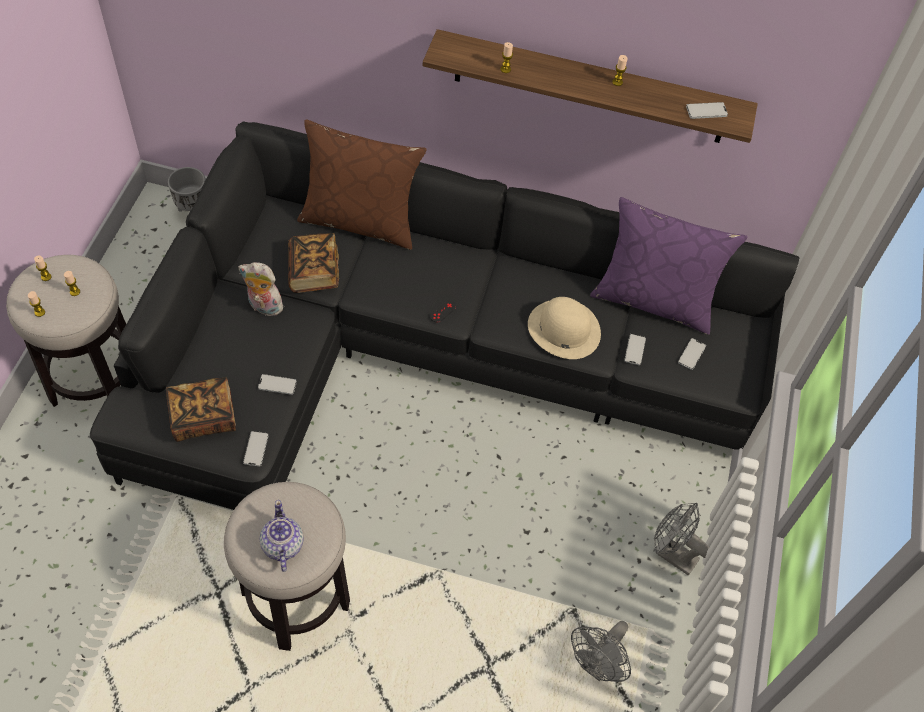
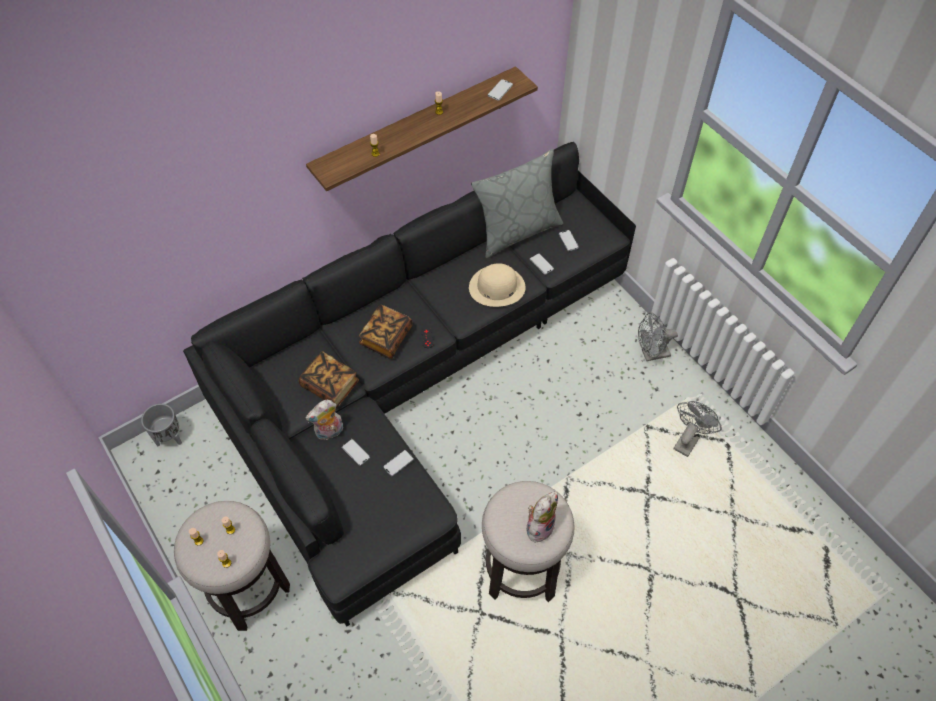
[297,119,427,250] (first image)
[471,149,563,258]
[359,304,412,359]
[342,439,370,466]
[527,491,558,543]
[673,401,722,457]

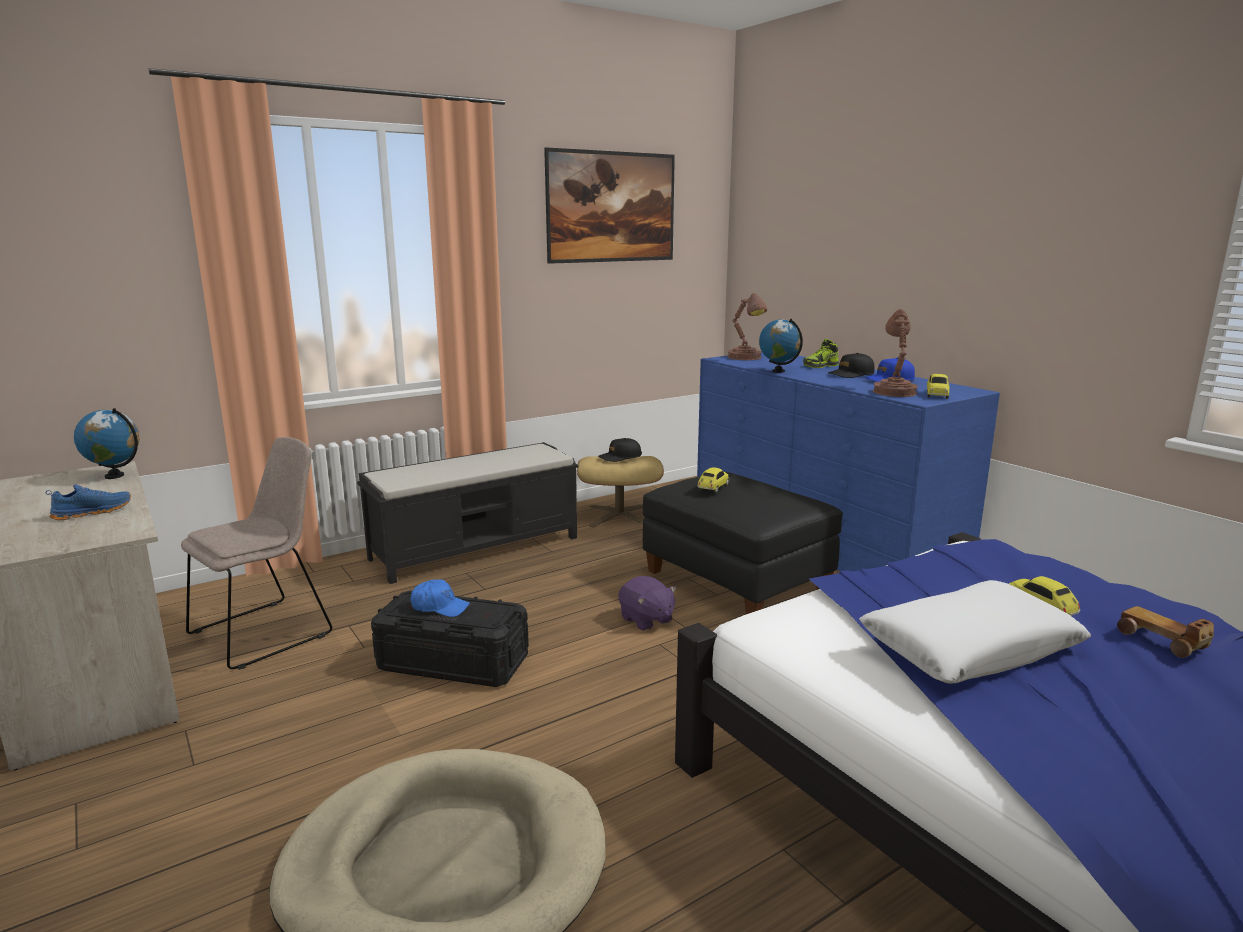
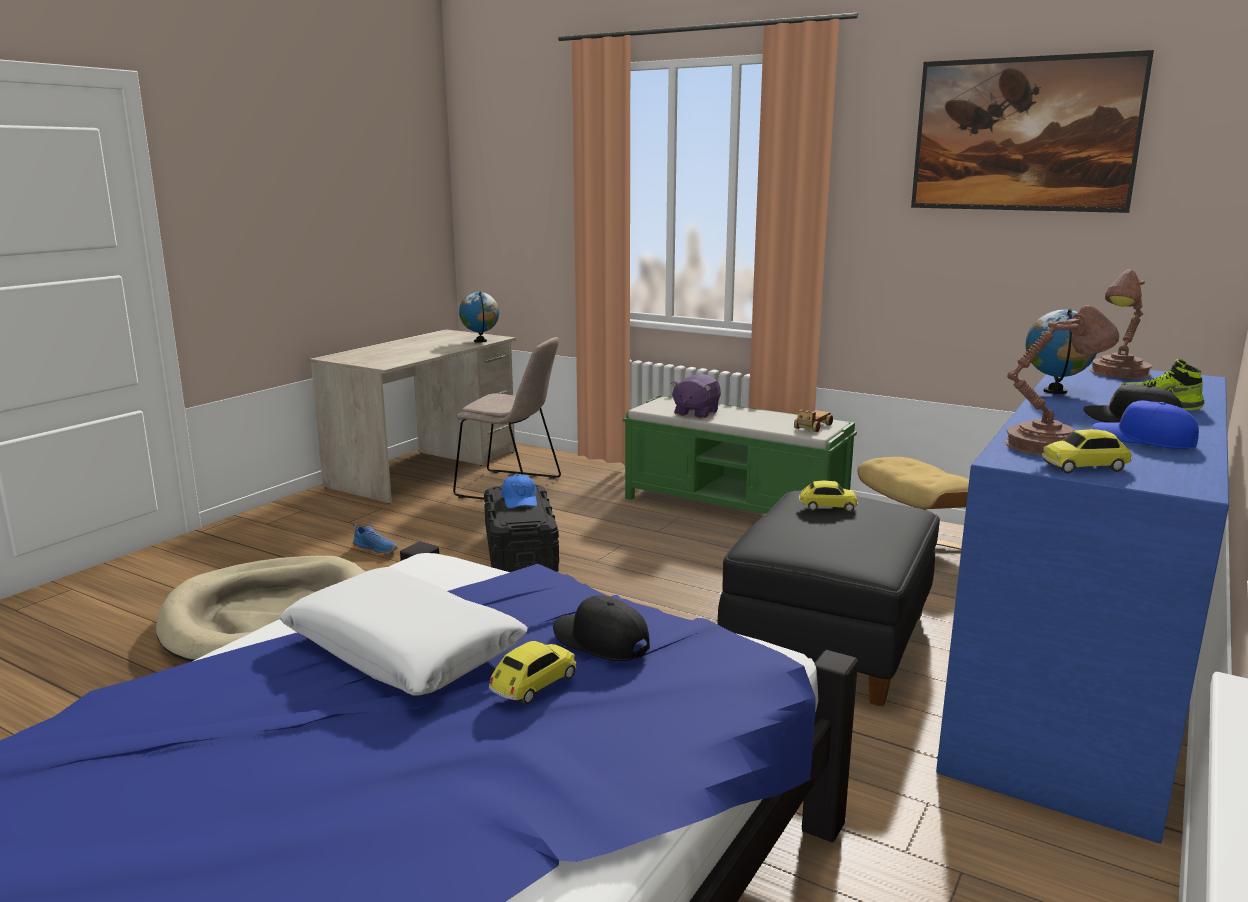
[553,595,650,661]
[623,395,857,514]
[352,524,398,556]
[671,374,721,419]
[794,410,833,432]

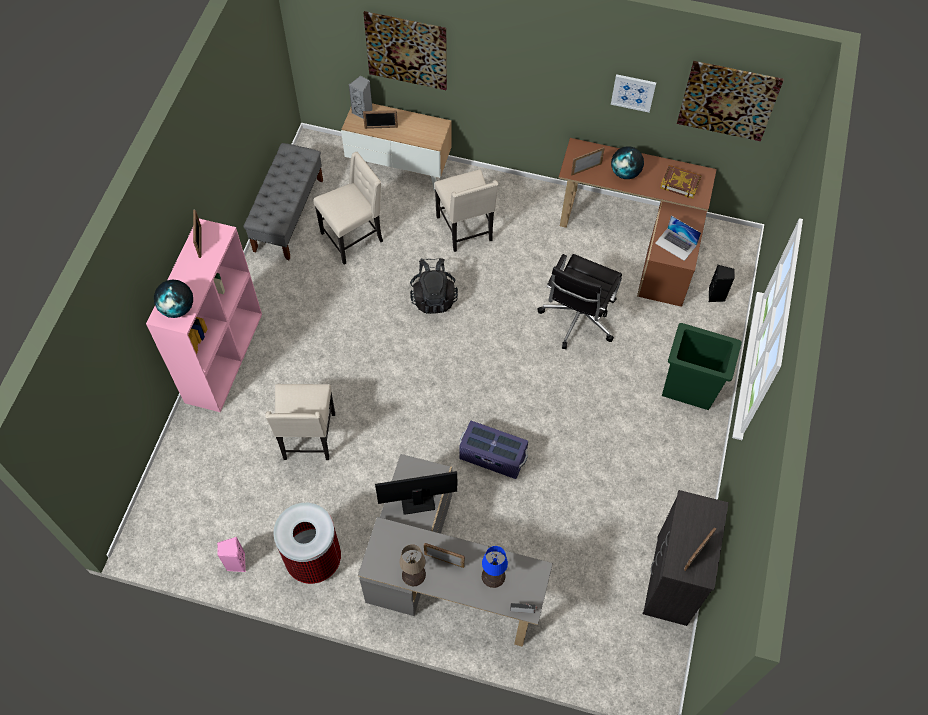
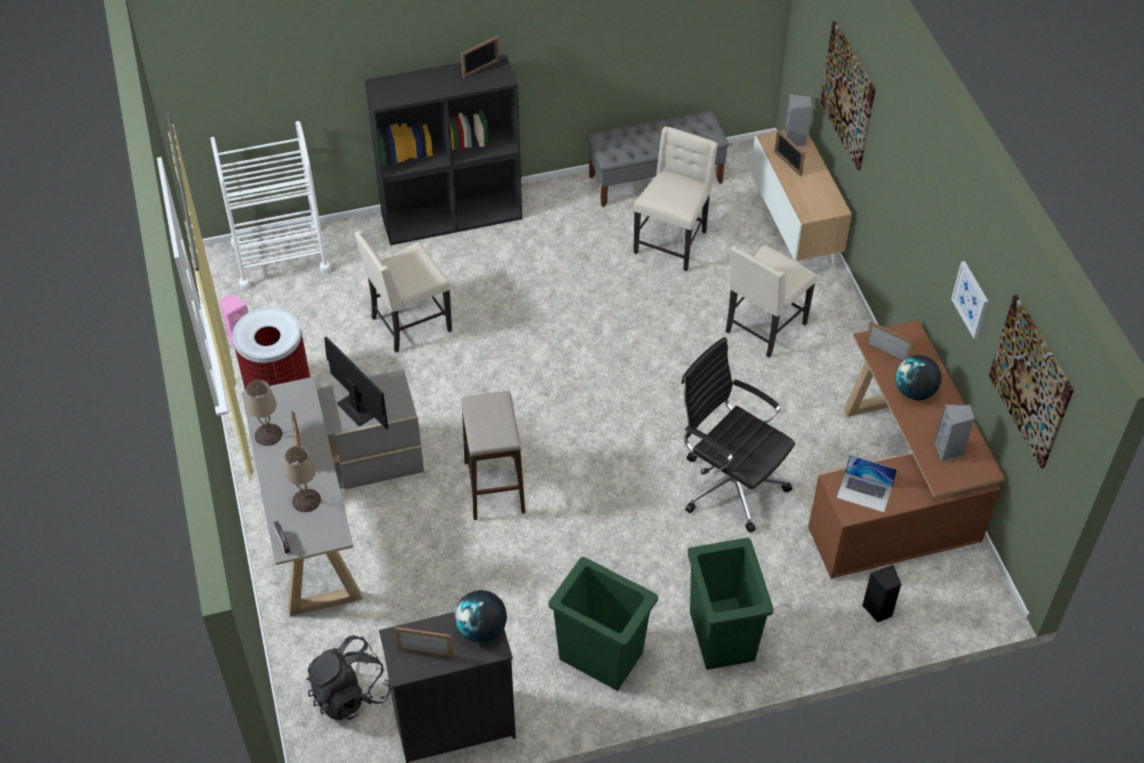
[634,126,718,271]
[935,404,975,462]
[837,455,897,512]
[365,55,522,245]
[681,337,795,533]
[306,636,391,720]
[455,590,507,643]
[461,391,525,520]
[285,446,321,512]
[211,121,331,290]
[549,557,658,691]

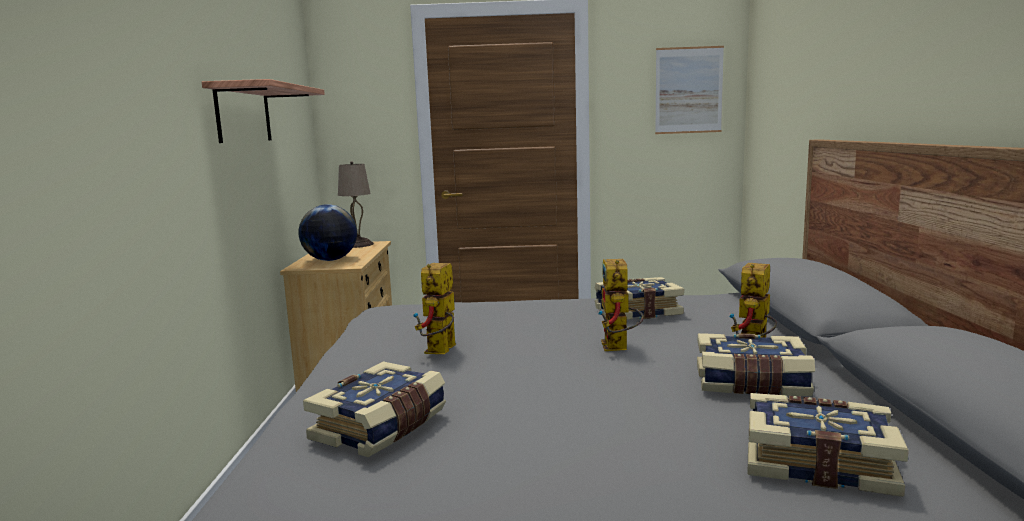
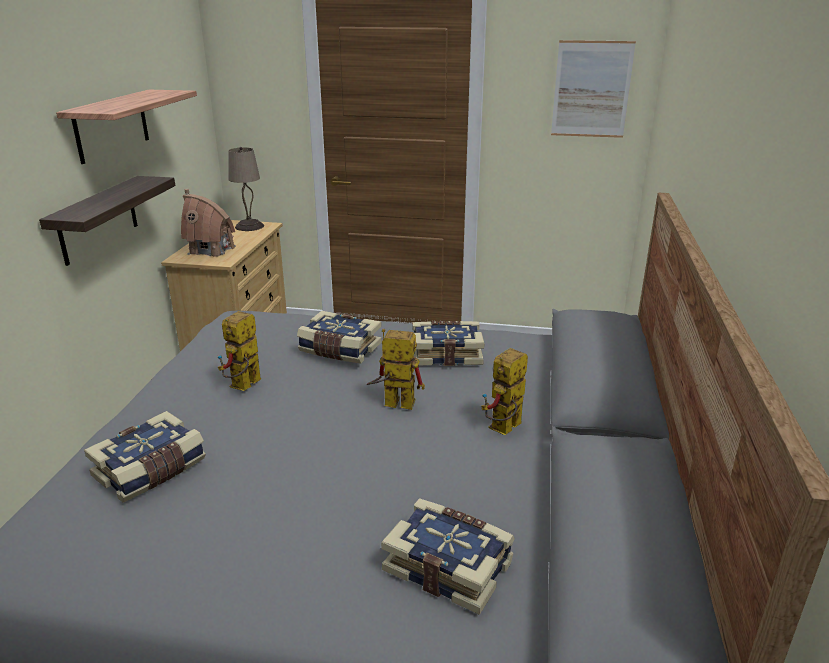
[181,189,236,257]
[367,329,425,410]
[297,311,382,364]
[39,176,175,266]

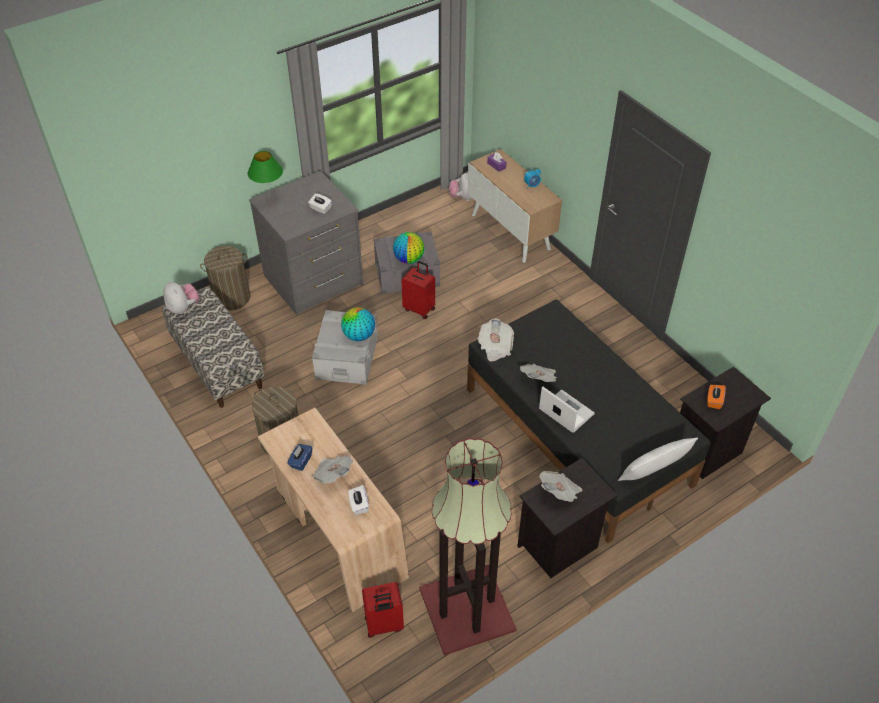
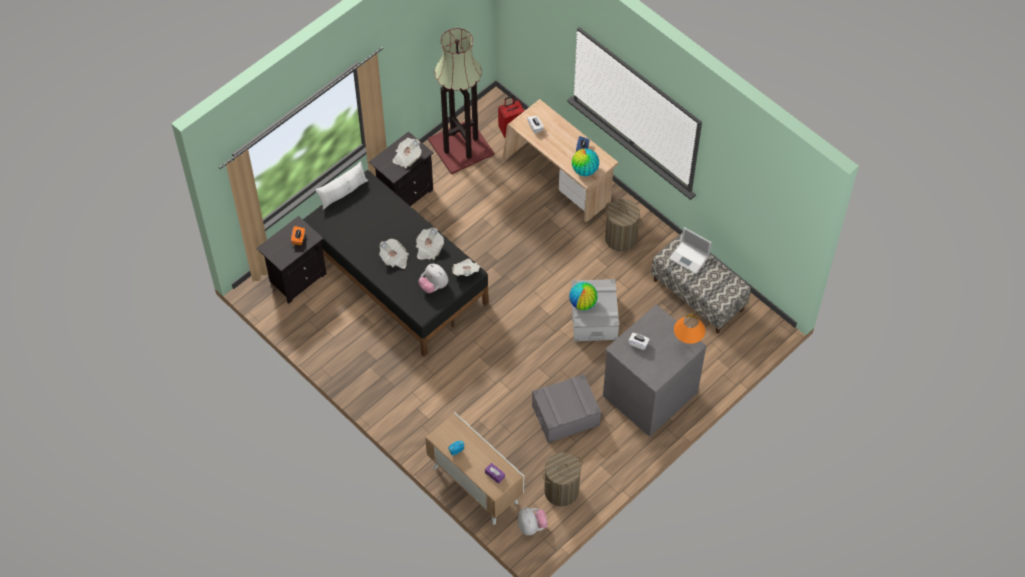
[674,314,705,345]
[572,149,599,176]
[542,453,583,506]
[401,261,435,319] (first image)
[419,264,448,293]
[669,227,712,274]
[379,239,409,269]

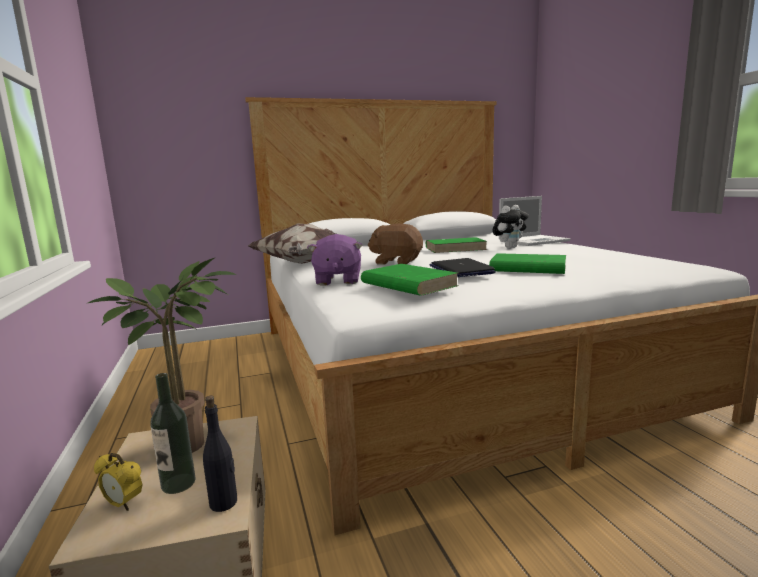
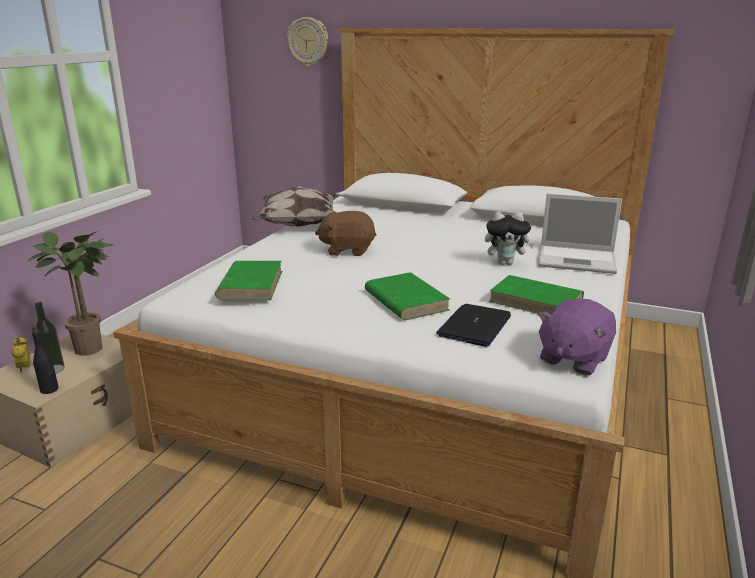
[315,211,376,256]
[538,298,616,375]
[489,275,584,315]
[436,304,511,347]
[287,17,328,66]

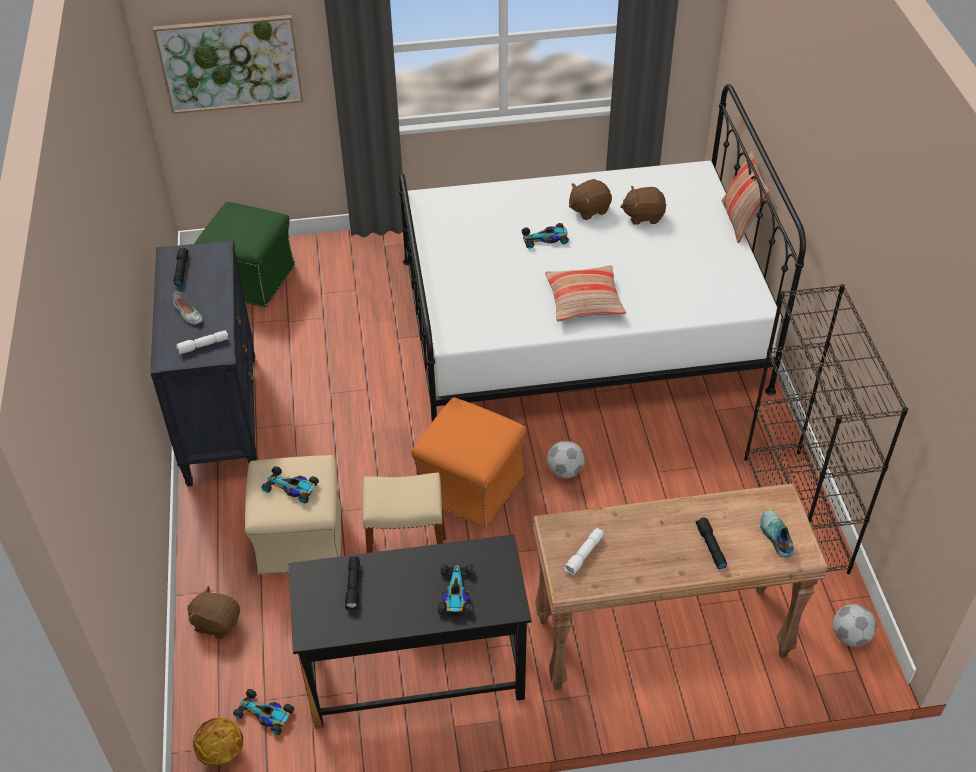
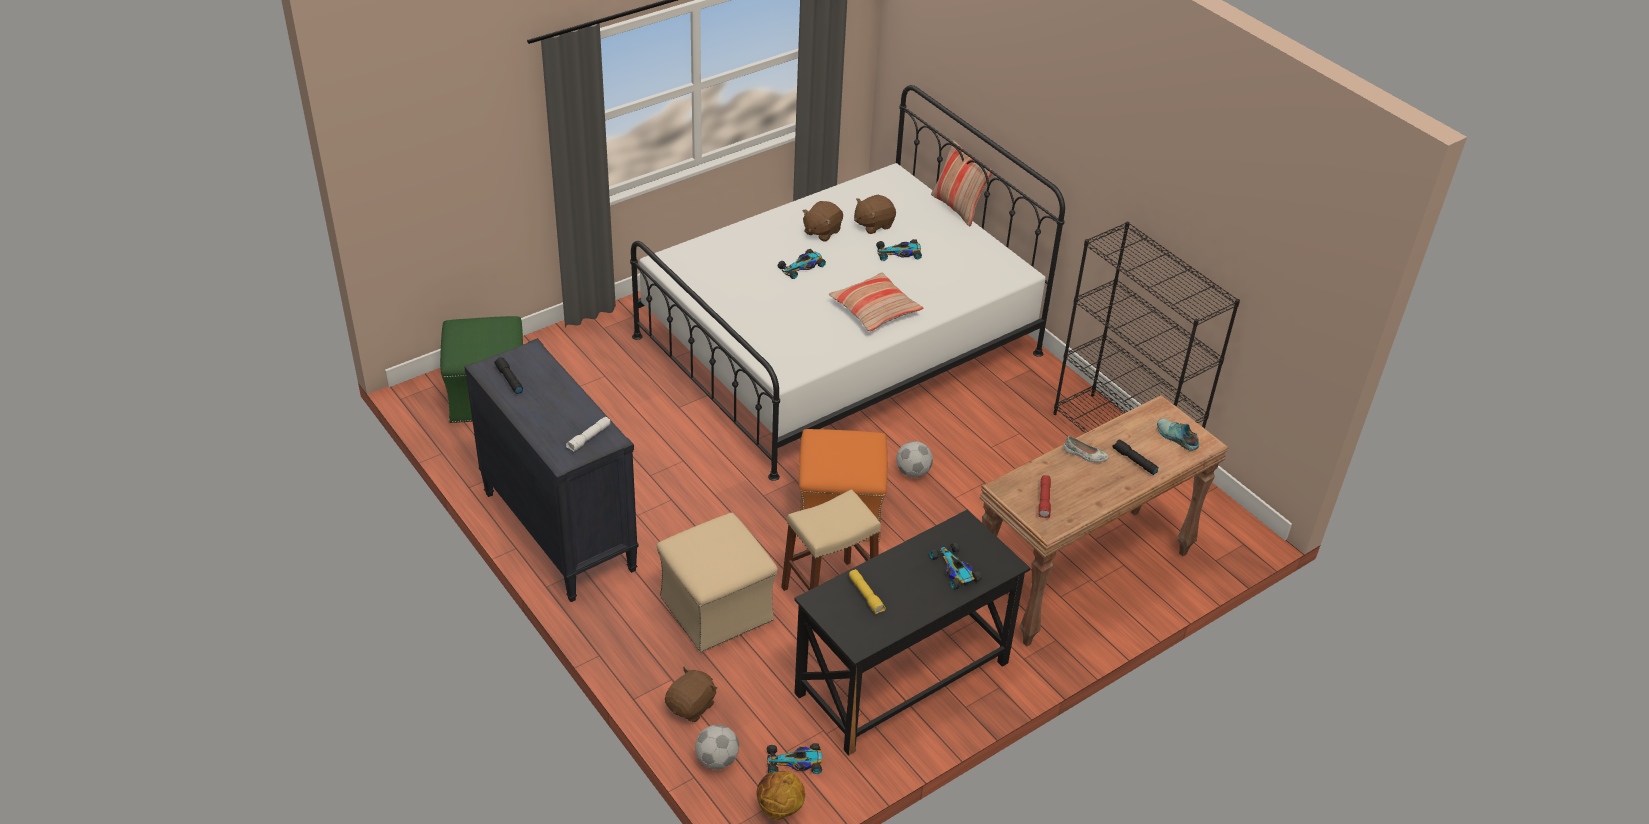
[153,15,303,114] (first image)
[1063,436,1109,462]
[876,239,922,261]
[1038,475,1051,518]
[849,569,886,614]
[665,667,717,722]
[695,725,739,770]

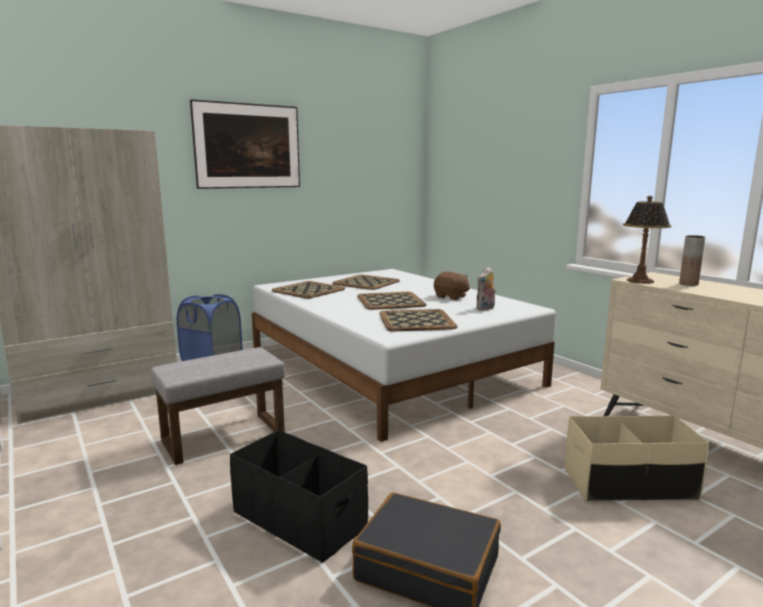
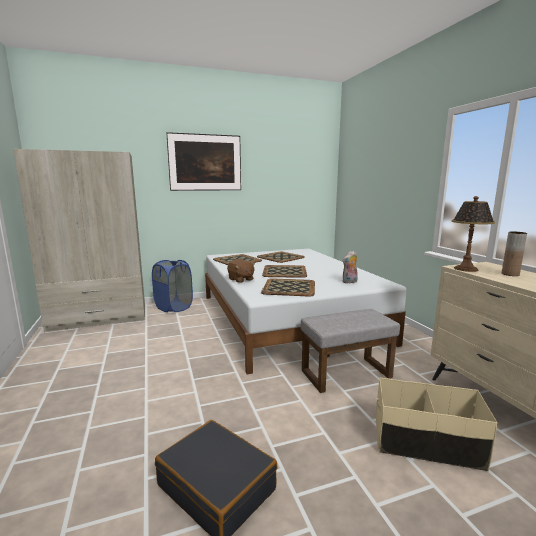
[227,259,255,283]
[301,309,400,393]
[230,430,368,563] (first image)

